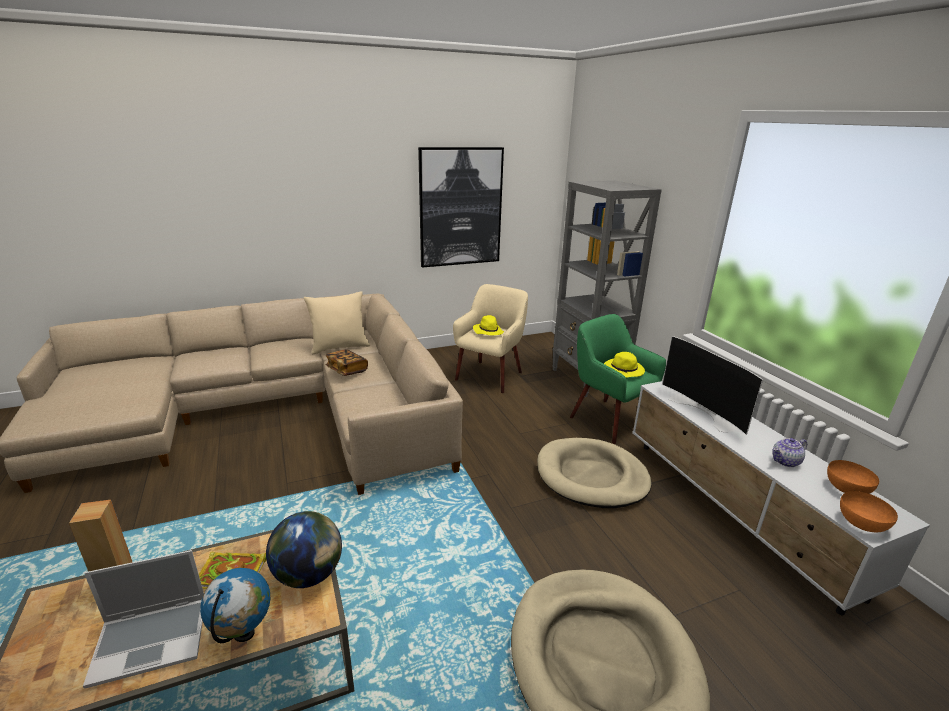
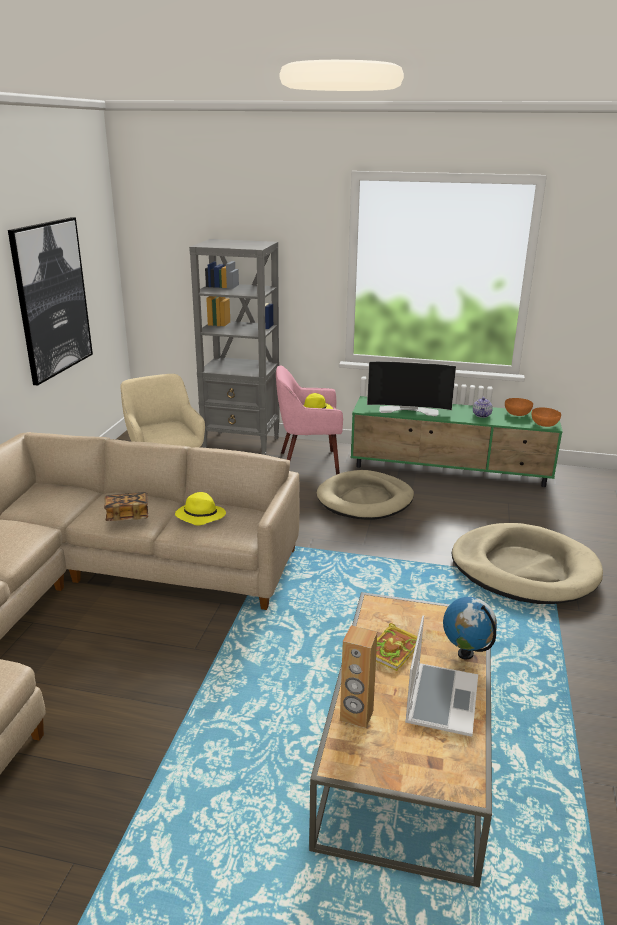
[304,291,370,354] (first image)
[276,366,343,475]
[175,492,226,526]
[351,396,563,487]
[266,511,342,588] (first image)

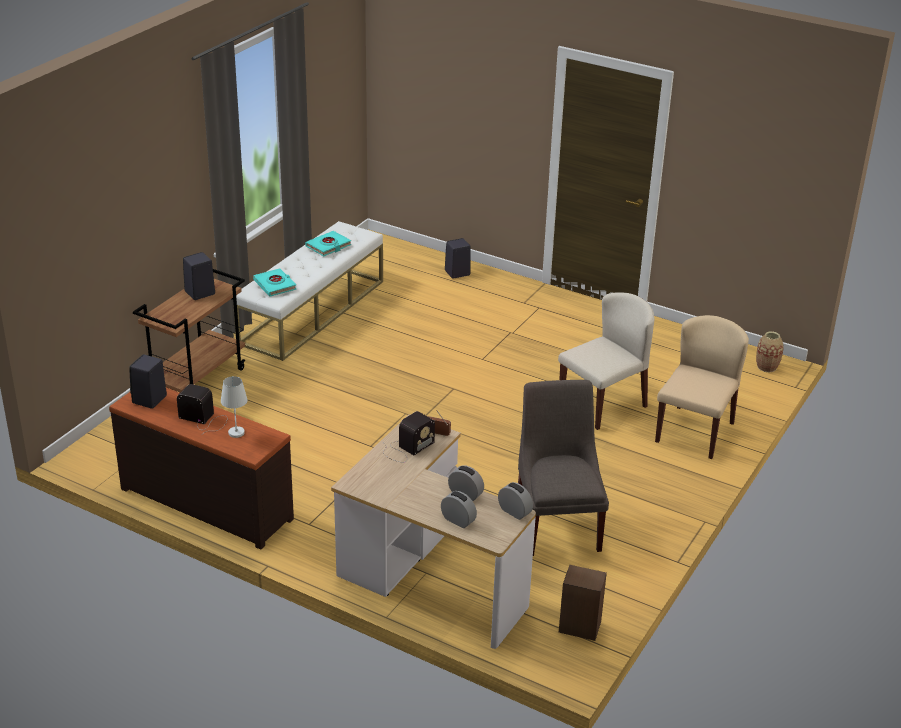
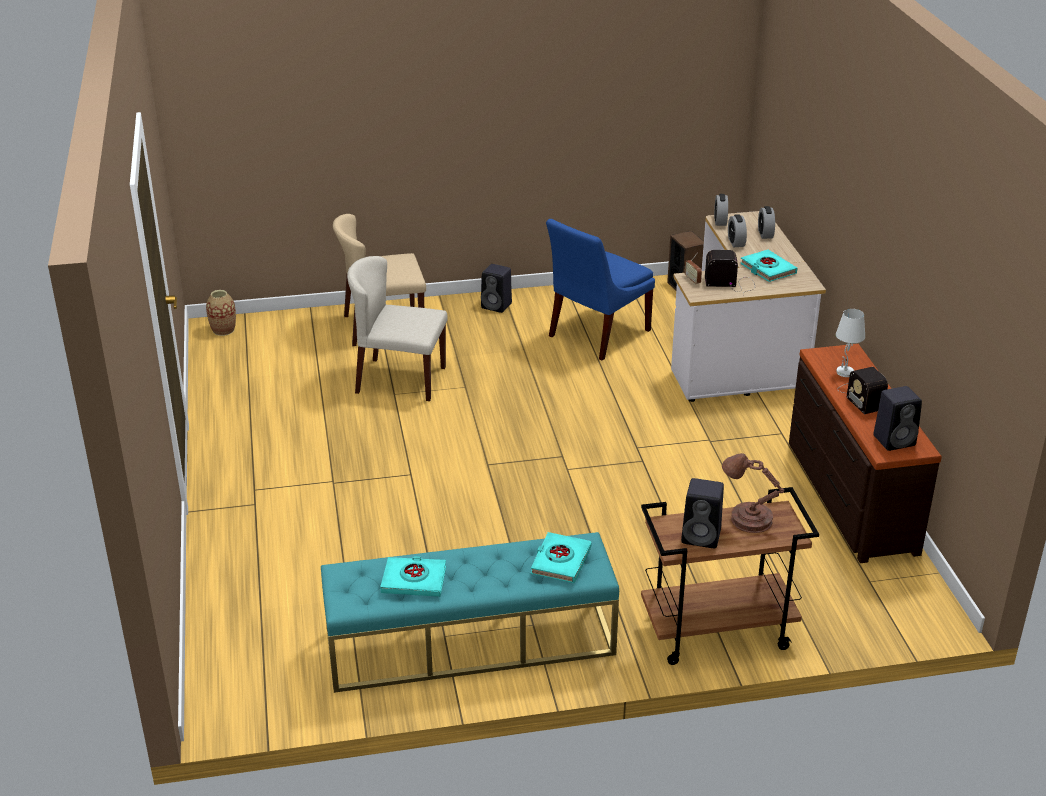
[321,532,619,693]
[481,264,512,313]
[546,219,655,360]
[740,250,797,282]
[722,453,784,533]

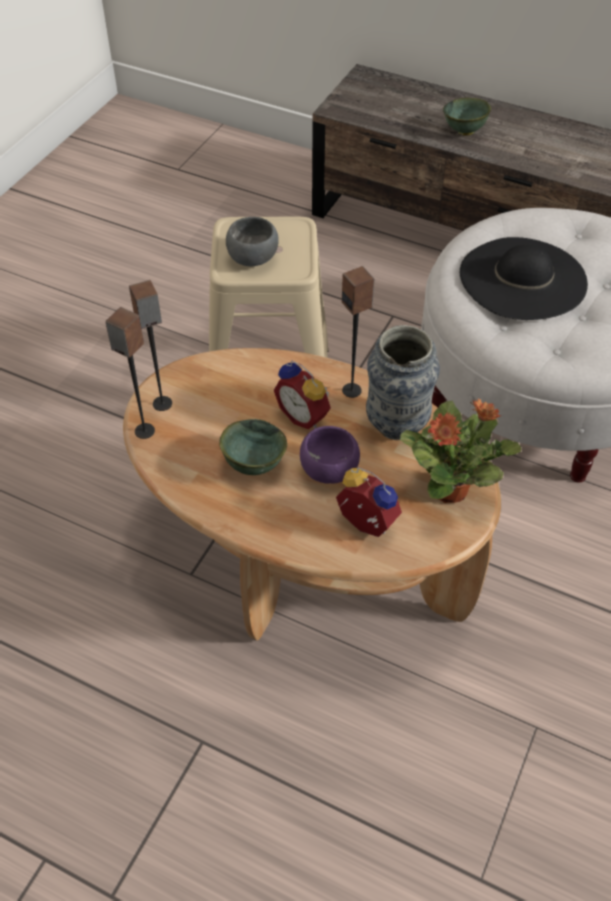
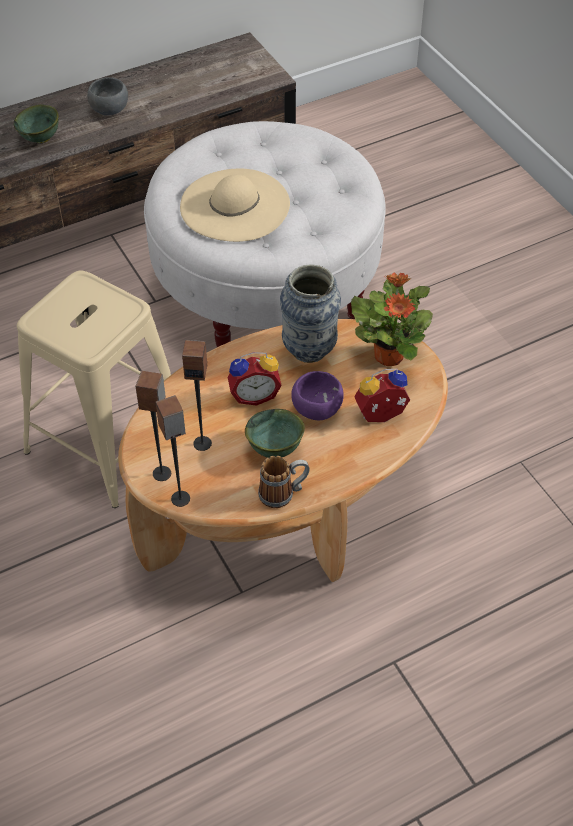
[87,77,128,116]
[180,169,290,242]
[182,340,212,451]
[258,456,310,508]

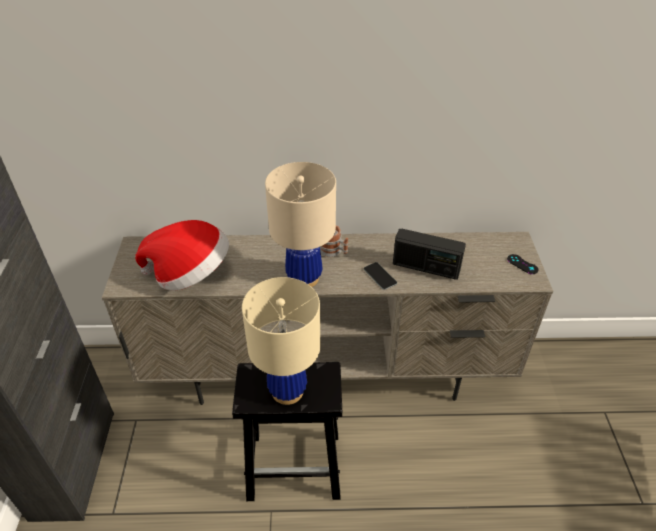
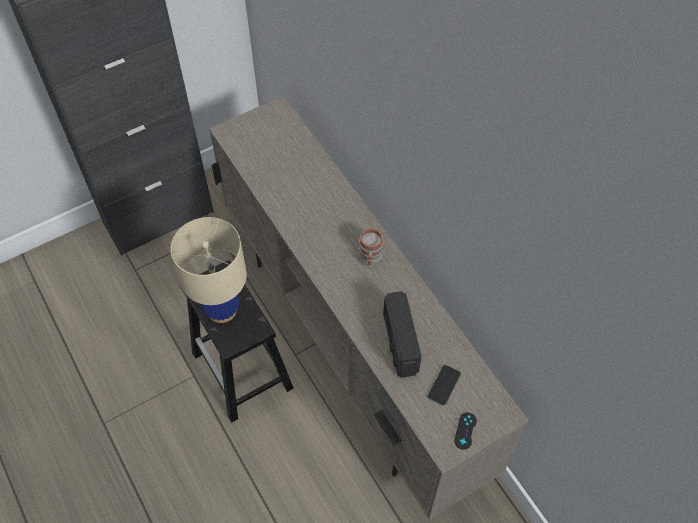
[265,162,336,287] (first image)
[135,220,229,291] (first image)
[427,365,461,406]

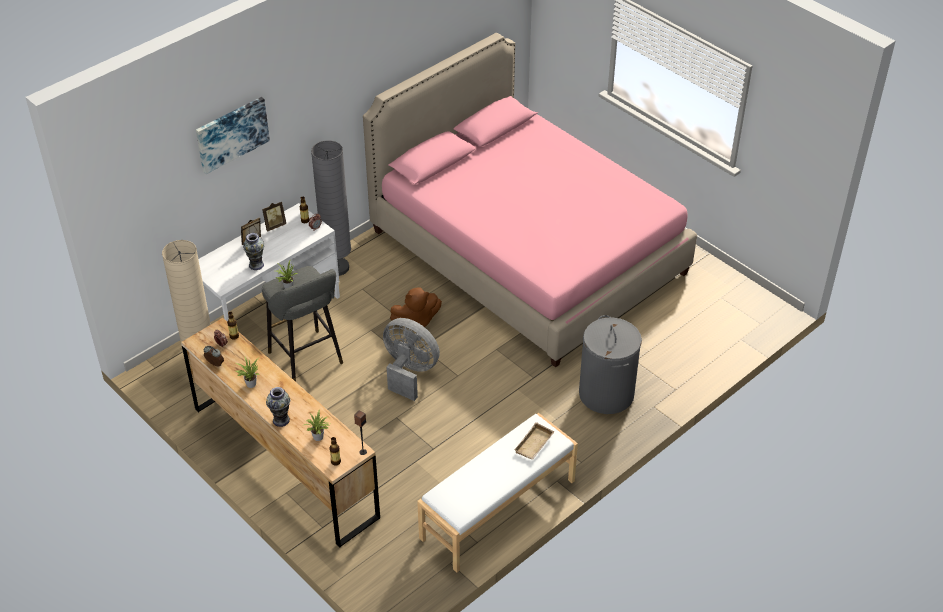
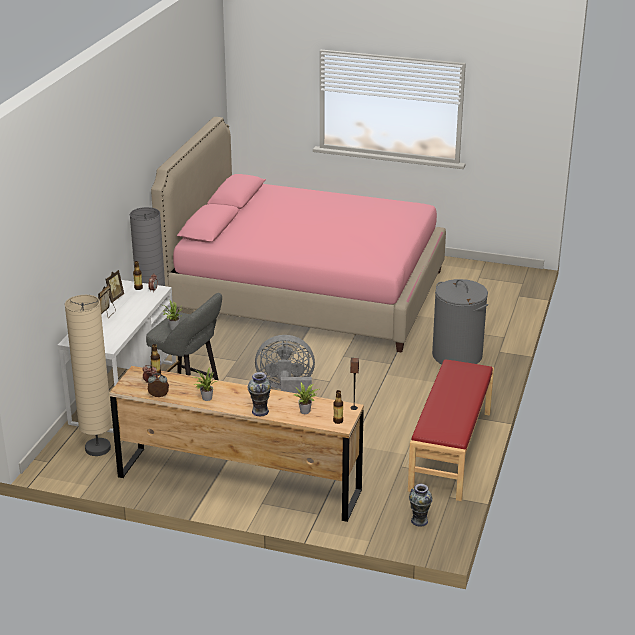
[196,97,270,174] (first image)
[409,484,433,527]
[390,288,442,327] (first image)
[408,359,494,501]
[514,422,555,460] (first image)

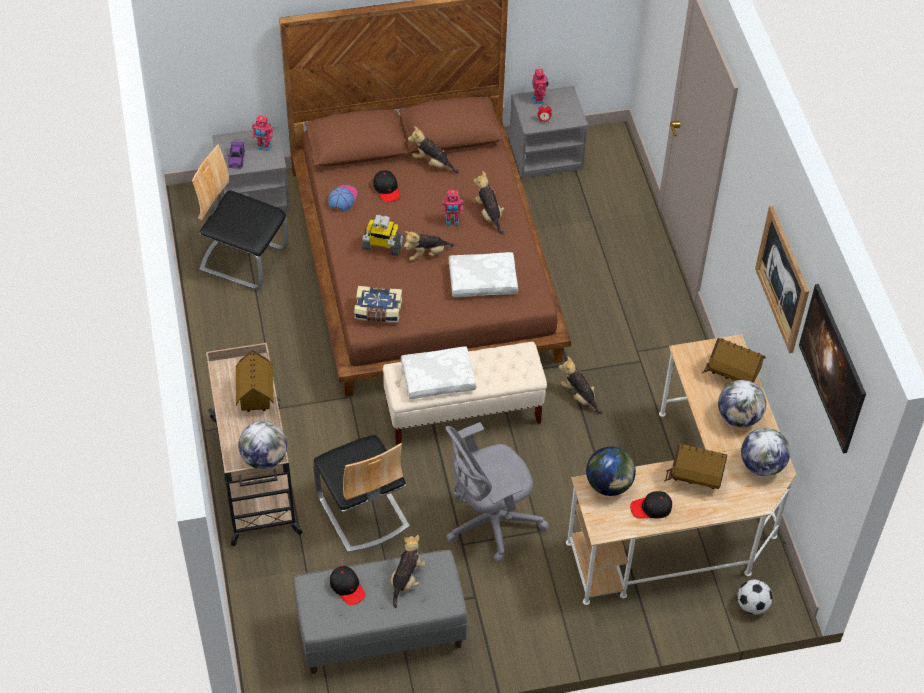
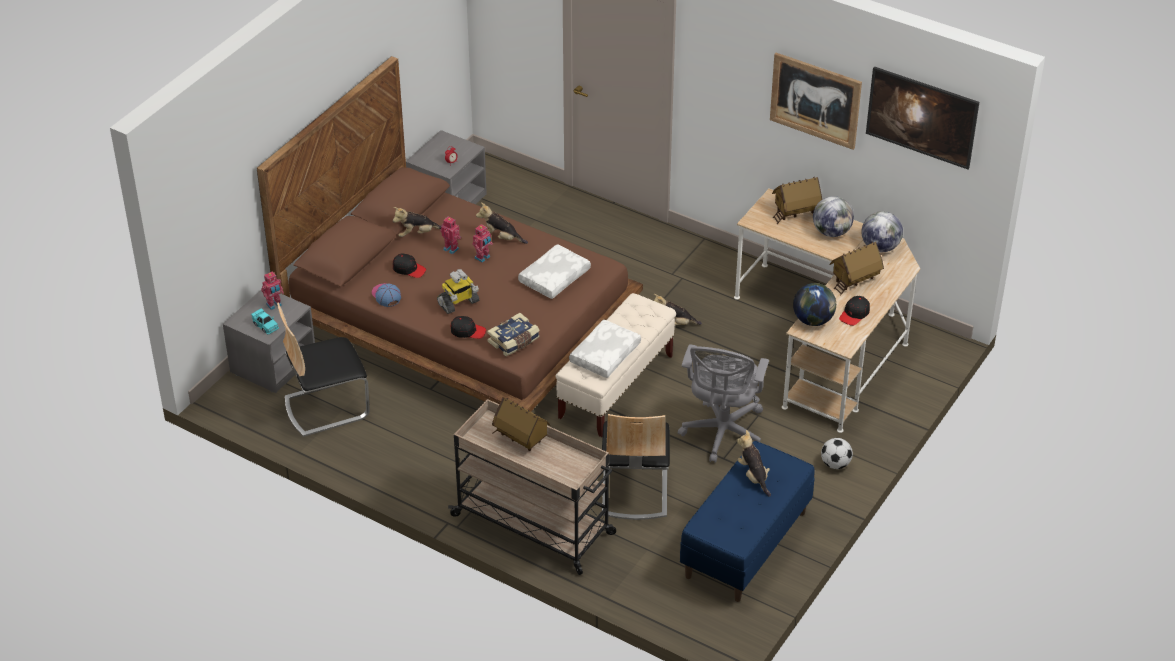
[440,217,462,254]
[251,308,279,334]
[404,231,454,261] (first image)
[238,421,287,469] (first image)
[602,414,670,520]
[680,441,815,602]
[451,316,486,339]
[821,438,853,469]

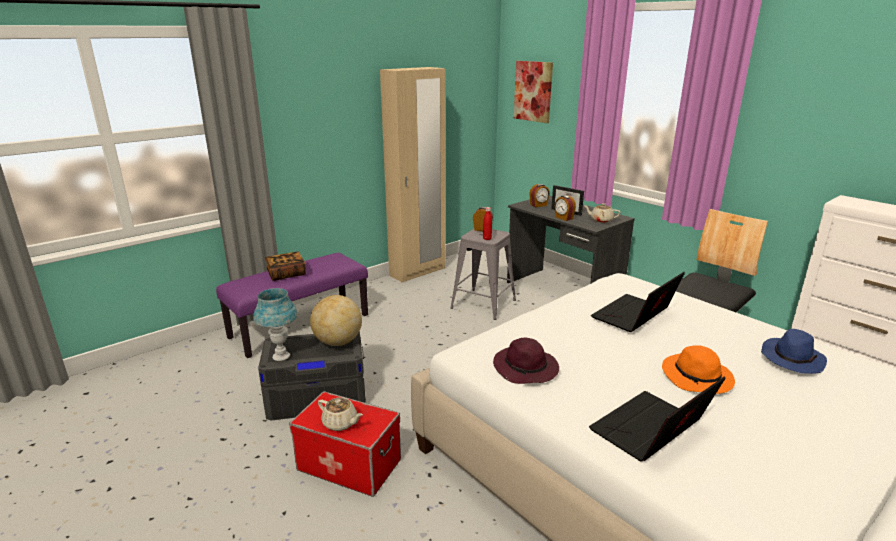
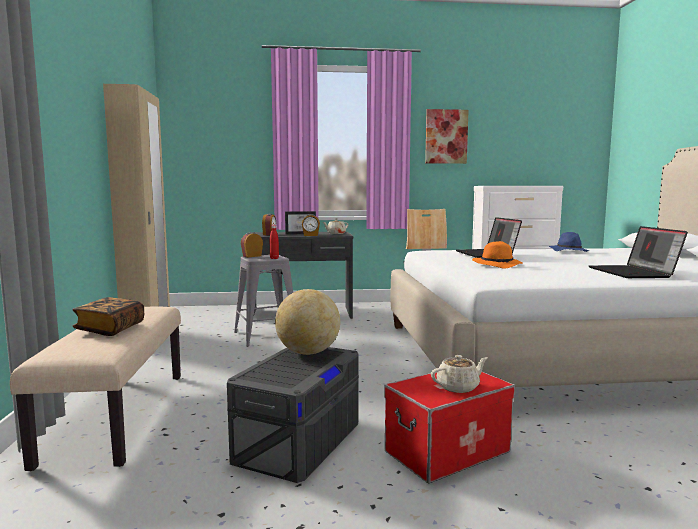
[425,109,469,164]
[10,307,181,471]
[253,288,298,361] (first image)
[493,337,559,384] (first image)
[472,241,523,269]

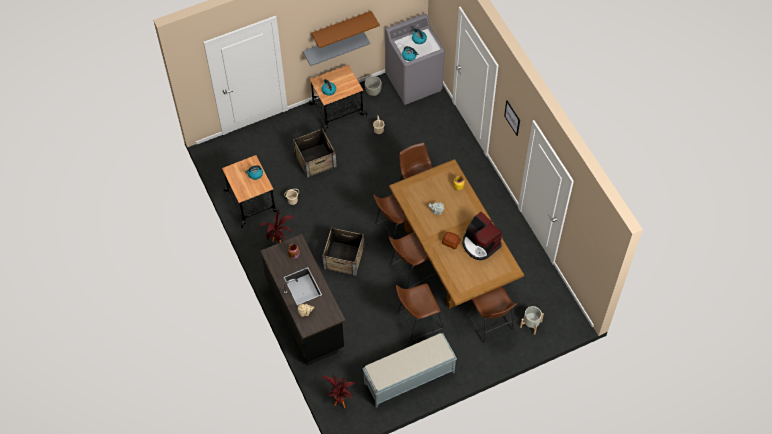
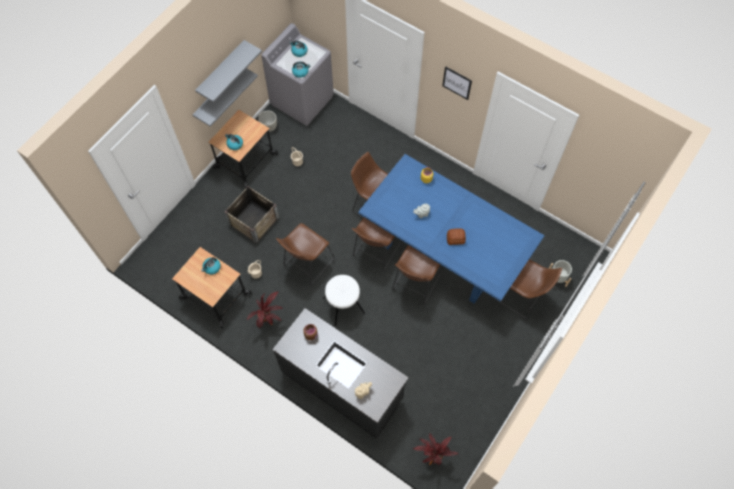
[195,40,262,103]
[358,154,545,304]
[462,212,502,261] (first image)
[322,275,365,326]
[276,223,335,285]
[362,333,457,408] (first image)

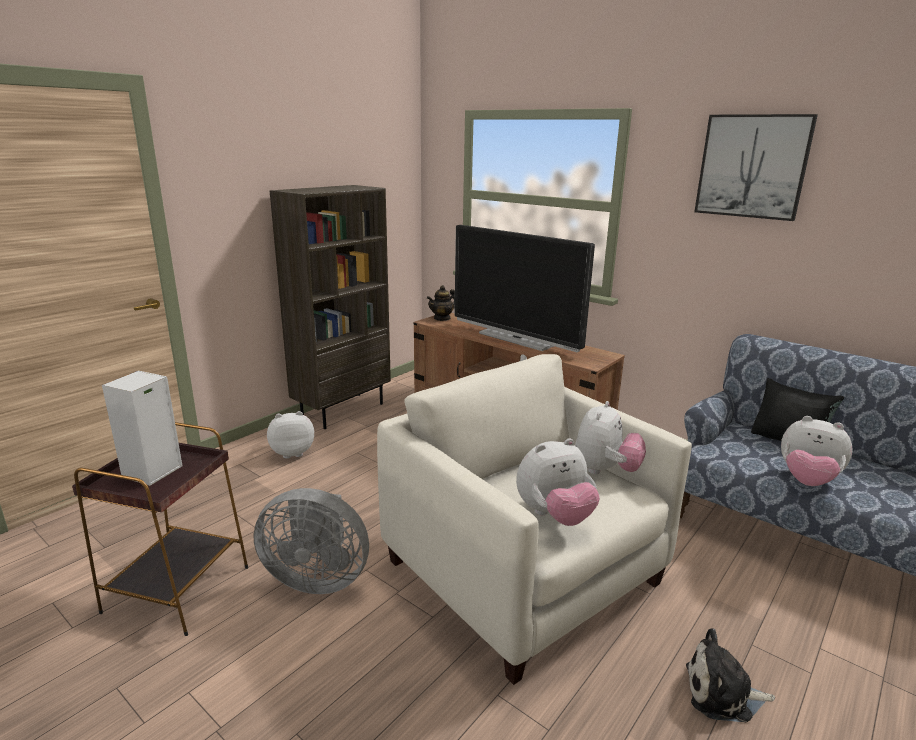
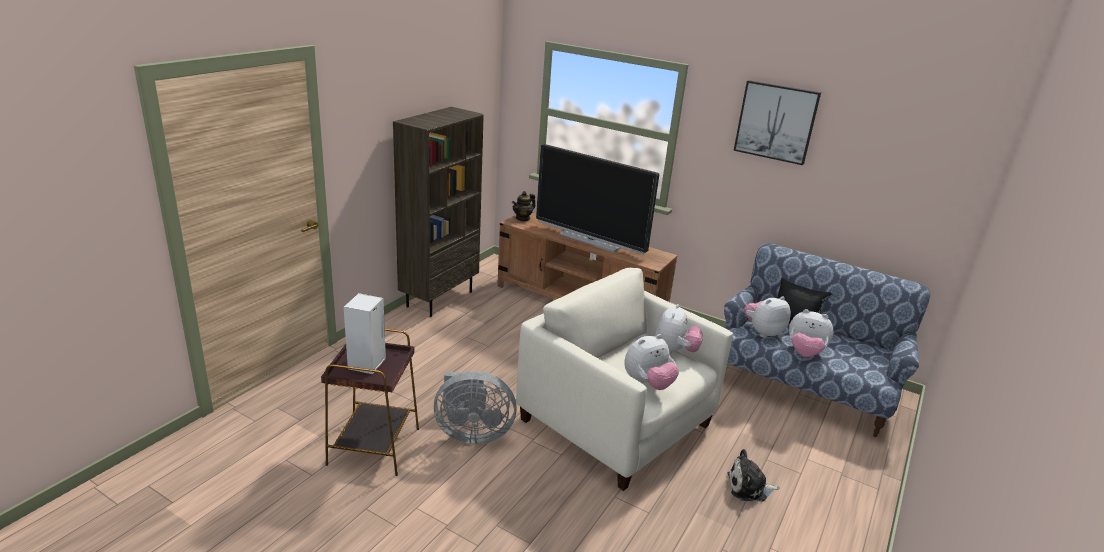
[744,296,791,338]

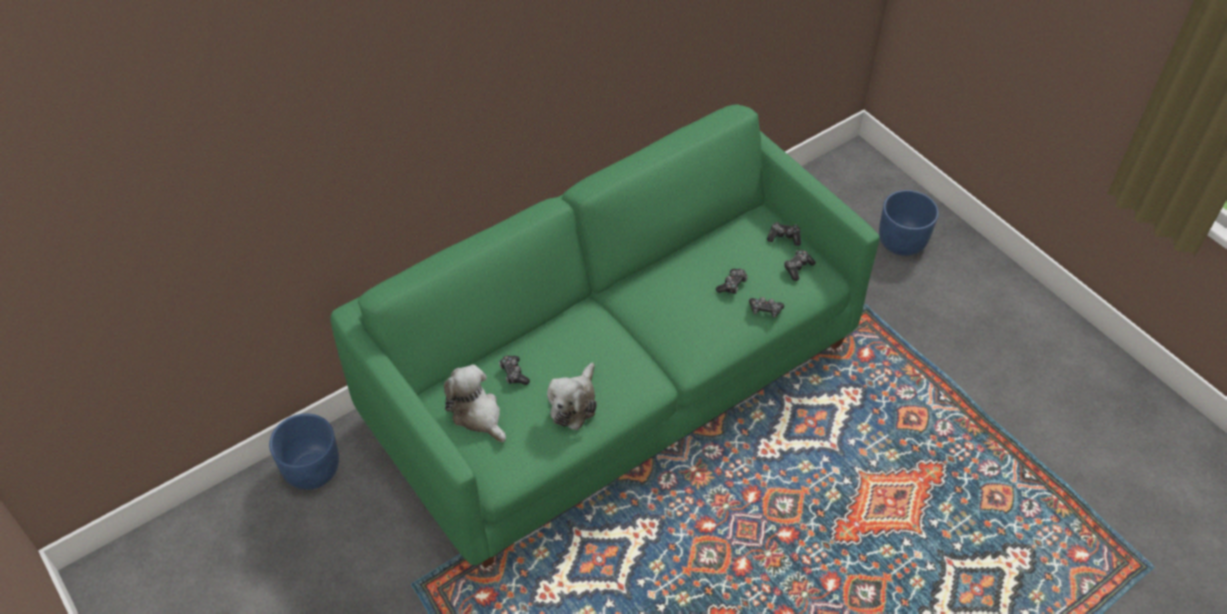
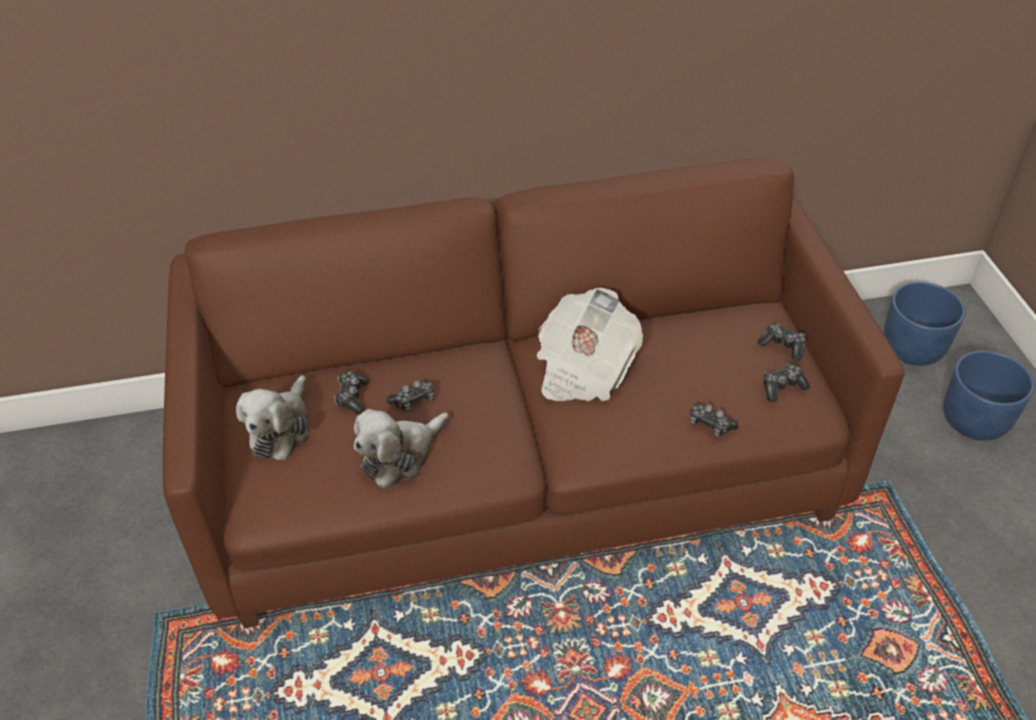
[163,158,905,628]
[387,380,434,412]
[236,375,309,460]
[884,282,966,366]
[537,288,643,401]

